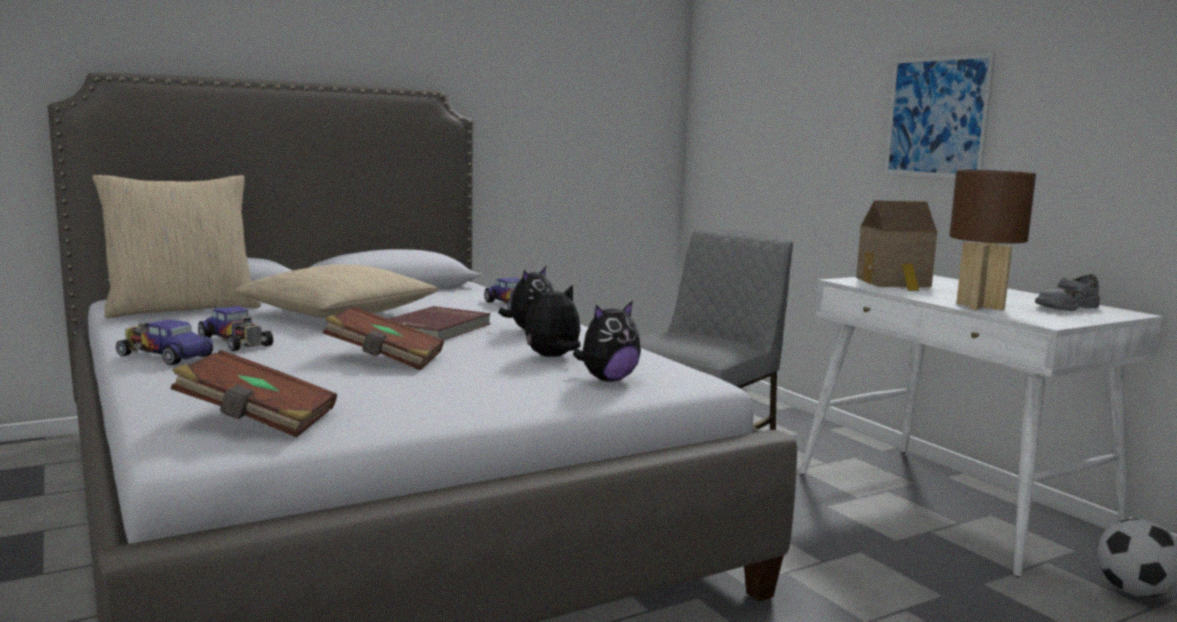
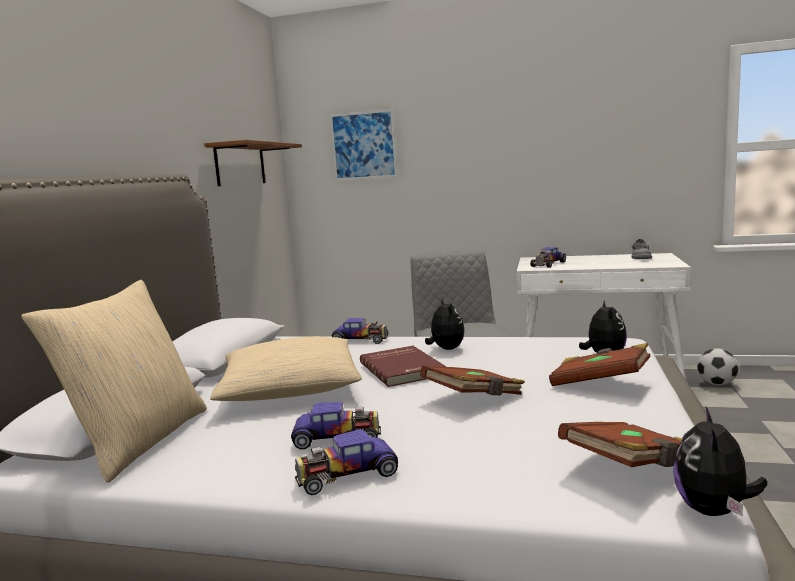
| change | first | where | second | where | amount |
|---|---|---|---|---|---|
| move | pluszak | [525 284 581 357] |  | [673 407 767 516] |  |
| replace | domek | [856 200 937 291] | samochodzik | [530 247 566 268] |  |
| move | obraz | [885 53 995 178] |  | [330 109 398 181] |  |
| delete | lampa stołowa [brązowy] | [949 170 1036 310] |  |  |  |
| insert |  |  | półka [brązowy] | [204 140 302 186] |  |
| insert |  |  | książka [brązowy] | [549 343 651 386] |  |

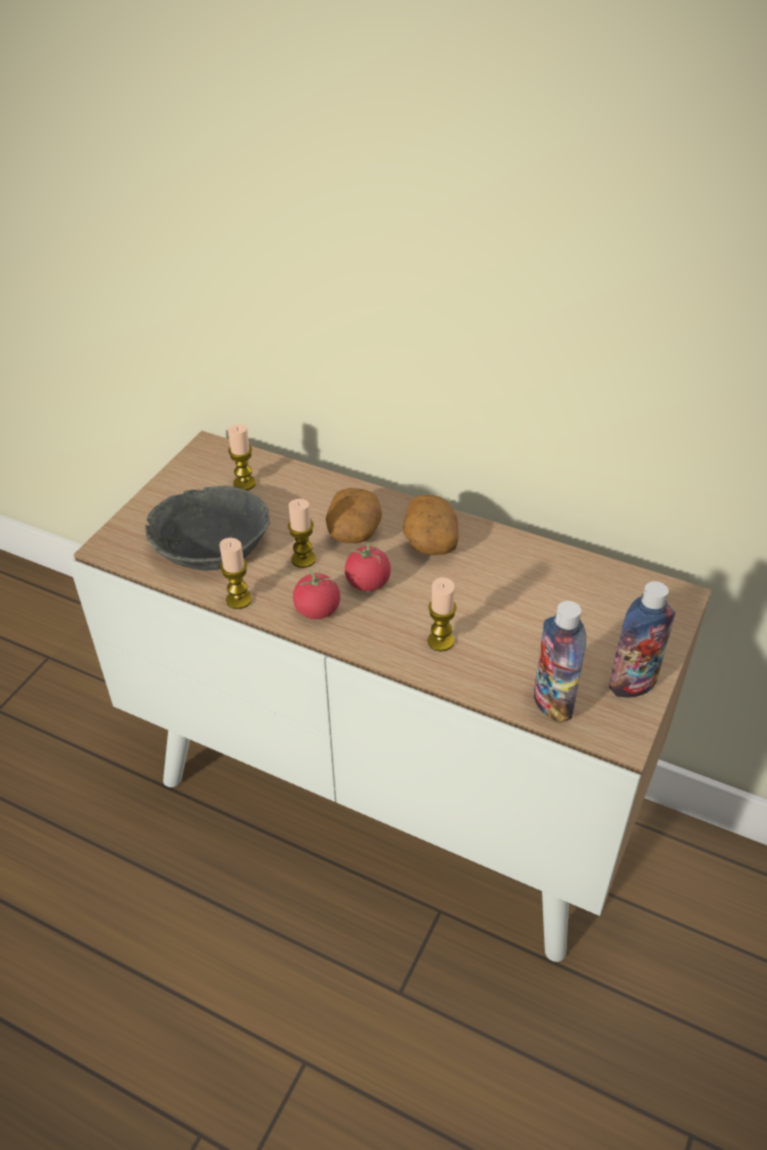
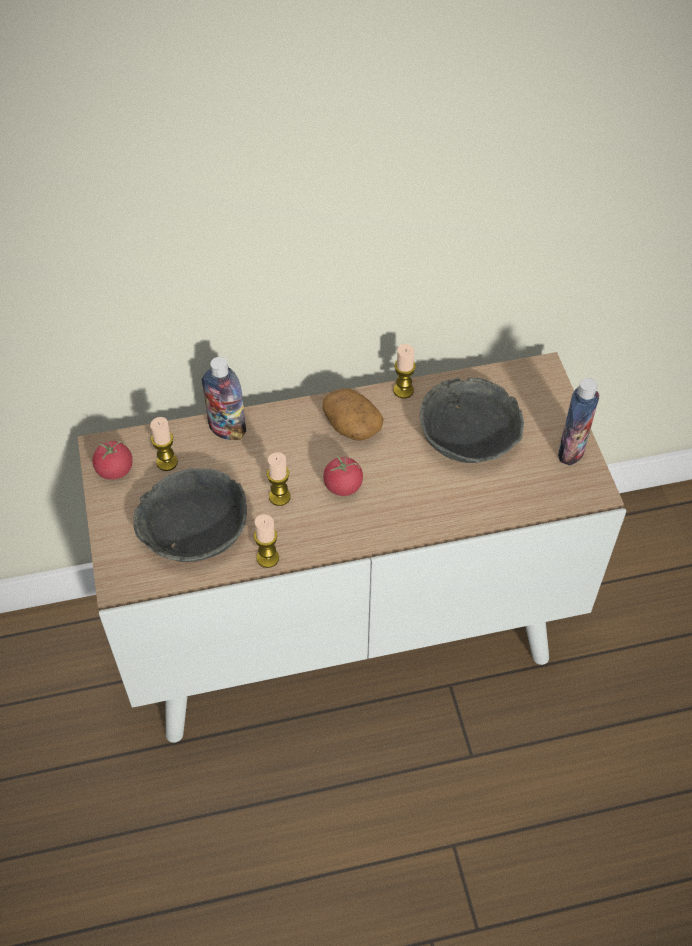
| change | first | where | second | where | amount |
|---|---|---|---|---|---|
| move | pomidor | [293 570 340 619] |  | [93 441 133 480] |  |
| delete | ziemniak | [326 488 382 543] |  |  |  |
| move | świeca | [428 577 457 651] |  | [393 344 416 398] |  |
| move | butelka | [534 601 586 723] |  | [202 357 246 440] |  |
| insert |  |  | miska [szary] | [420 378 524 463] |  |

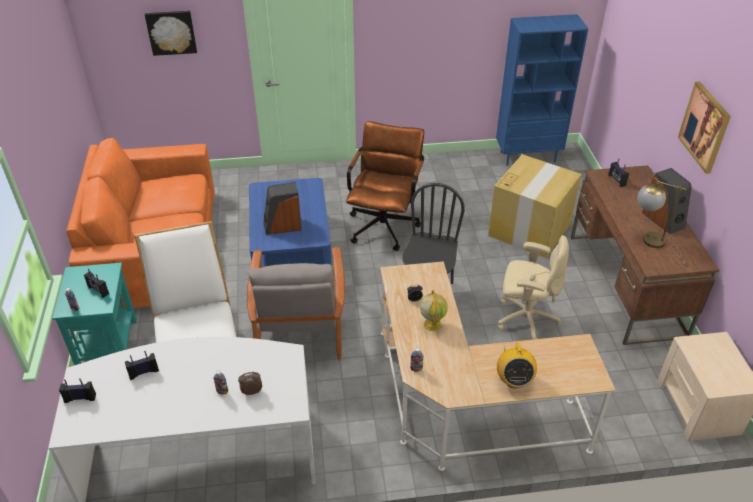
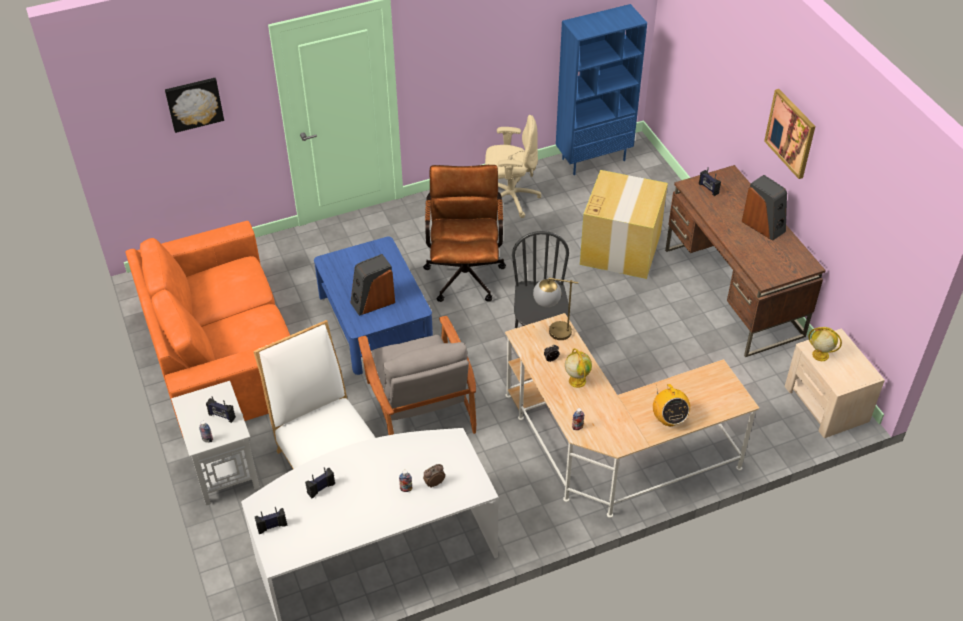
| change | first | where | second | where | amount |
|---|---|---|---|---|---|
| recolor | stolik [turkusowy] | [52 262 137 365] | stolik [biały] | [171 381 260 506] |  |
| move | krzesło biurowe [beżowy] | [497 235 569 340] |  | [485 115 541 218] |  |
| move | lampa stołowa | [637 181 687 248] |  | [533 278 578 340] |  |
| insert |  |  | globus | [808 327 842 361] |  |

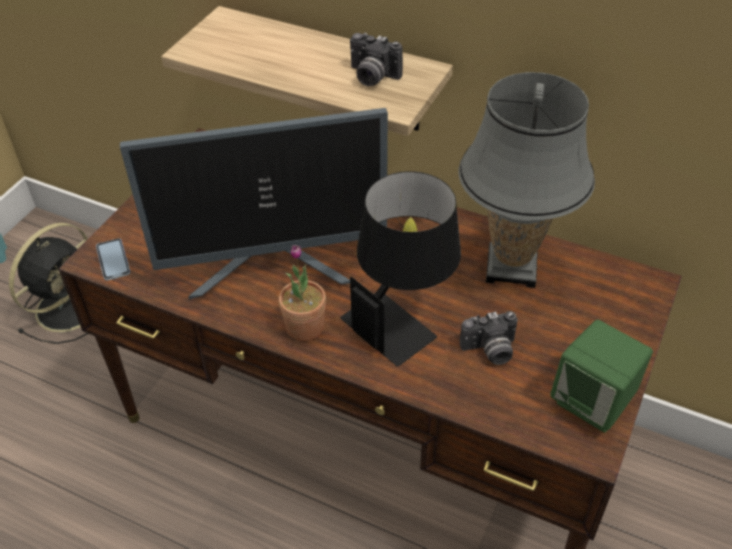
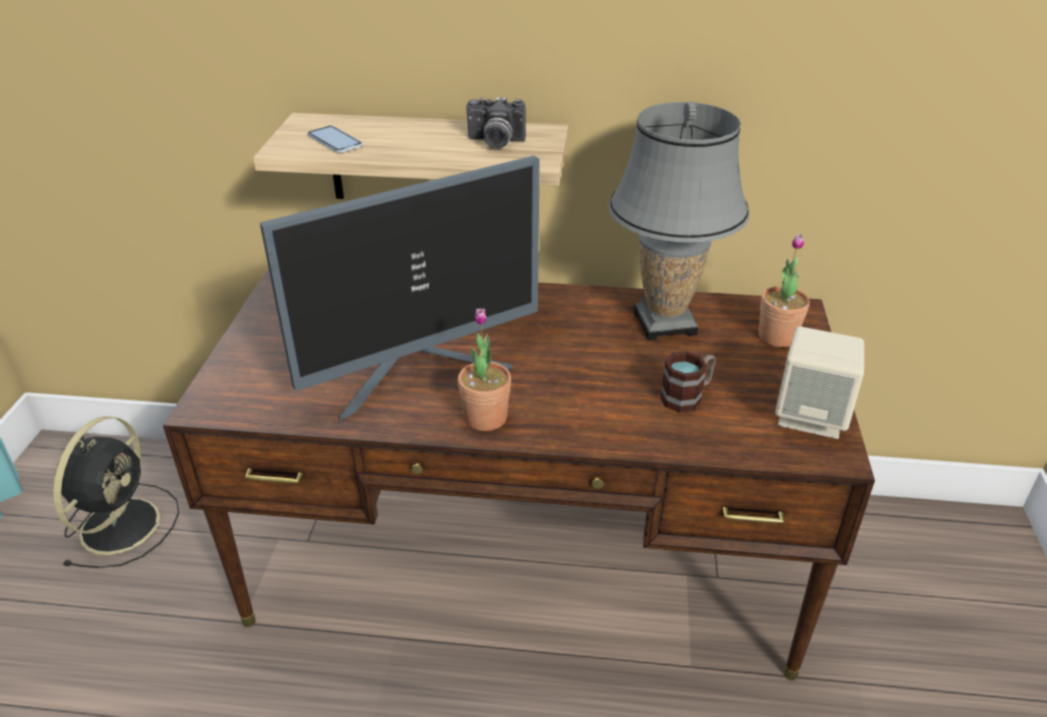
| change | first | where | second | where | amount |
|---|---|---|---|---|---|
| move | telefon | [96 238 130 281] |  | [307 126 362 153] |  |
| delete | lampa stołowa [czarny] | [340 171 461 367] |  |  |  |
| replace | aparat fotograficzny | [460 311 518 365] | kubek | [660 351 715 412] |  |
| recolor | głośnik [zielony] | [550 320 653 433] | głośnik [beżowy] | [775 326 864 439] |  |
| insert |  |  | roślina doniczkowa | [758 234 810 347] |  |

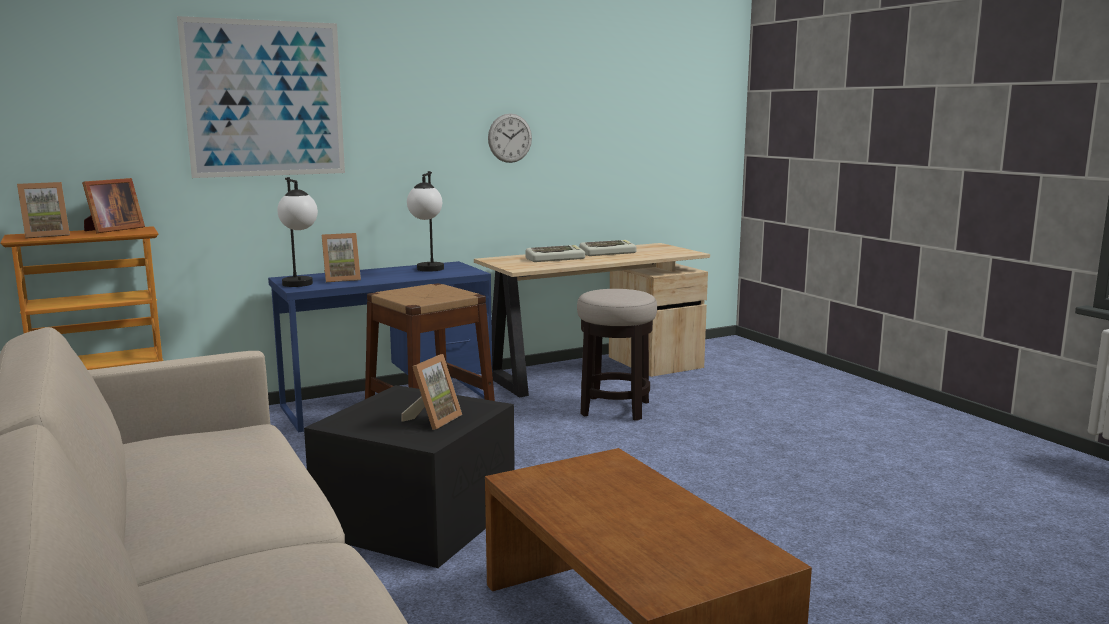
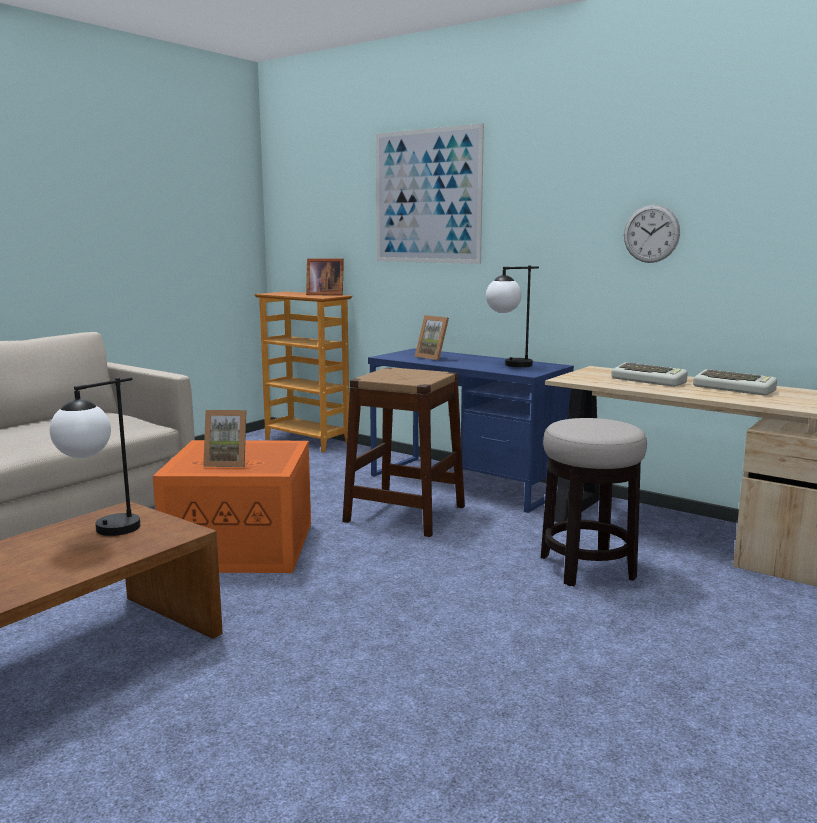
| change | first | where | second | where | amount |
|---|---|---|---|---|---|
| delete | ramka na zdjęcie | [17 182 70 239] |  |  |  |
| move | lampa stołowa | [277 177 318 287] |  | [50 377 141 536] |  |
| recolor | pojemnik do przechowywania [czarny] | [304 385 515 568] | pojemnik do przechowywania [pomarańczowy] | [153 440 311 573] |  |

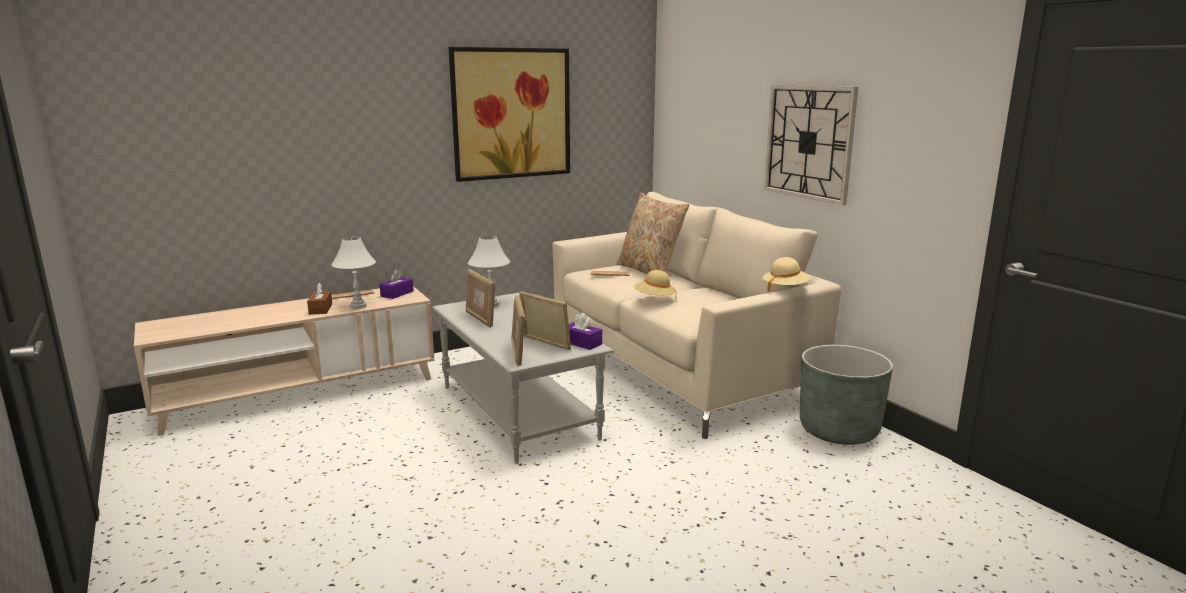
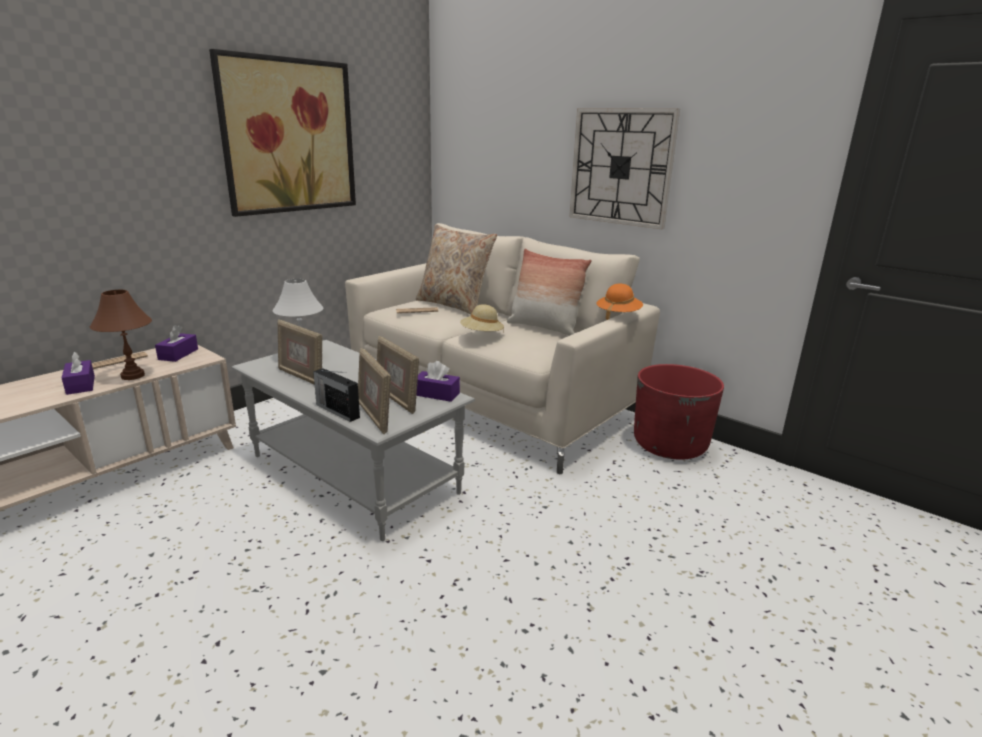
| change | first | where | second | where | amount |
|---|---|---|---|---|---|
| recolor | pudełko chusteczek [brązowy] | [307 282 332 315] | pudełko chusteczek [fioletowy] | [62 352 95 395] |  |
| recolor | lampa stołowa [biały] | [332 237 376 309] | lampa stołowa [brązowy] | [90 290 152 380] |  |
| rotate | ramka na zdjęcie | [519 291 571 350] |  | [377 336 419 414] | 150 degrees counterclockwise |
| recolor | kapelusz [beżowy] | [763 257 811 292] | kapelusz [pomarańczowy] | [596 284 643 320] |  |
| recolor | donica [szary] | [800 345 893 445] | donica [czerwony] | [634 364 724 460] |  |
| insert |  |  | radio | [313 368 360 422] |  |
| insert |  |  | poduszka | [507 248 592 336] |  |

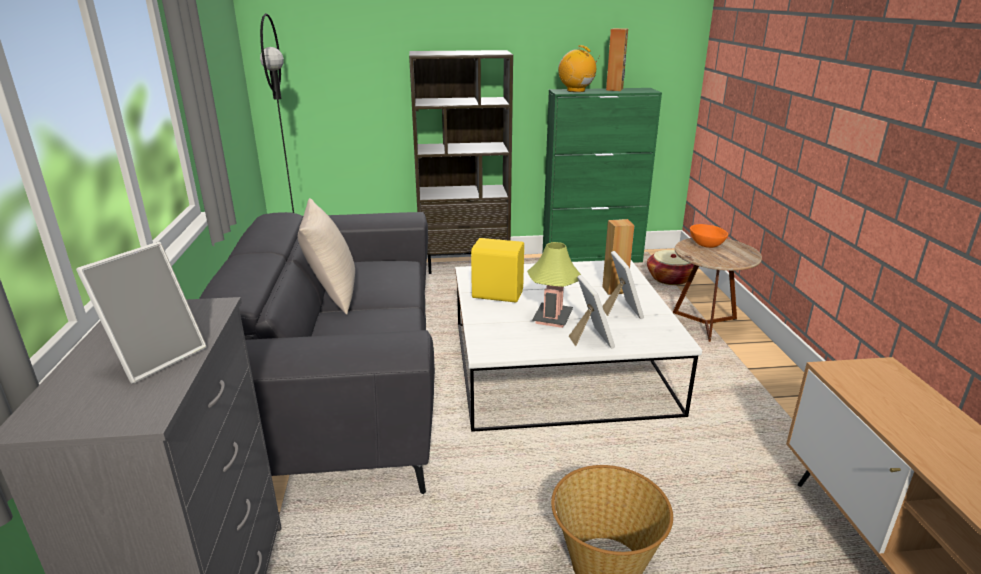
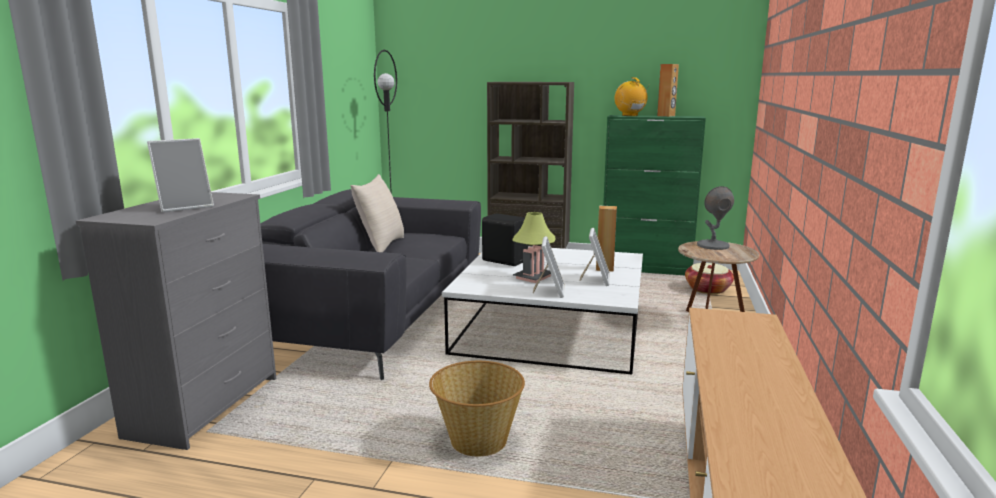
| change | first | where | second | where | amount |
|---|---|---|---|---|---|
| recolor | głośnik [żółty] | [471 238 524 303] | głośnik [czarny] | [482 213 528 266] |  |
| replace | miska [pomarańczowy] | [690 224 729 248] | lampa stołowa [szary] | [697 186 734 250] |  |

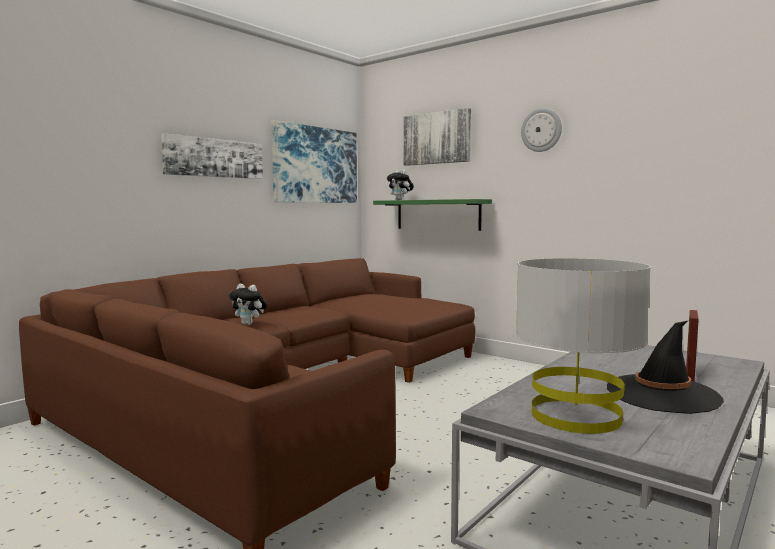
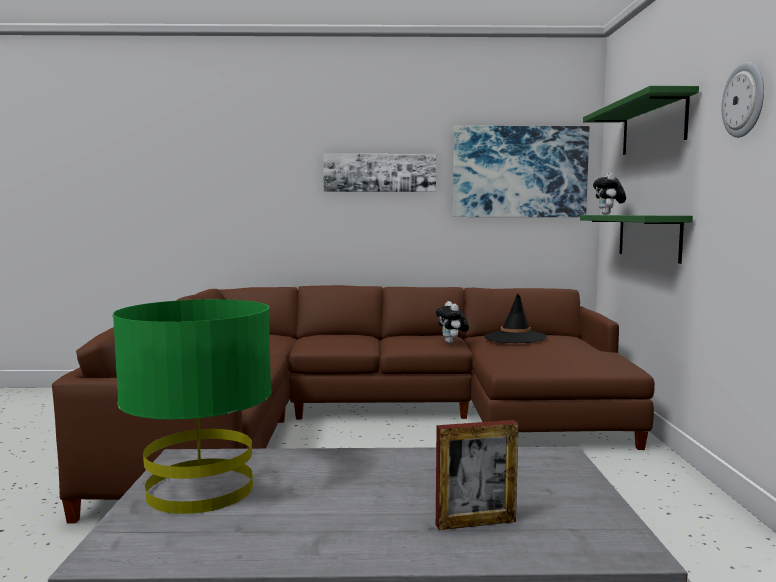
| change | first | where | second | where | amount |
|---|---|---|---|---|---|
| move | pluszak | [229 284 267 325] |  | [436 301 469 344] |  |
| replace | obraz | [404 108 471 166] | półka [zielony] | [583 86 699 155] |  |
| recolor | lampa stołowa [szary] | [516 258 651 434] | lampa stołowa [zielony] | [113 299 271 514] |  |
| move | kapelusz [czarny] | [607 321 724 414] |  | [484 294 547 343] |  |

